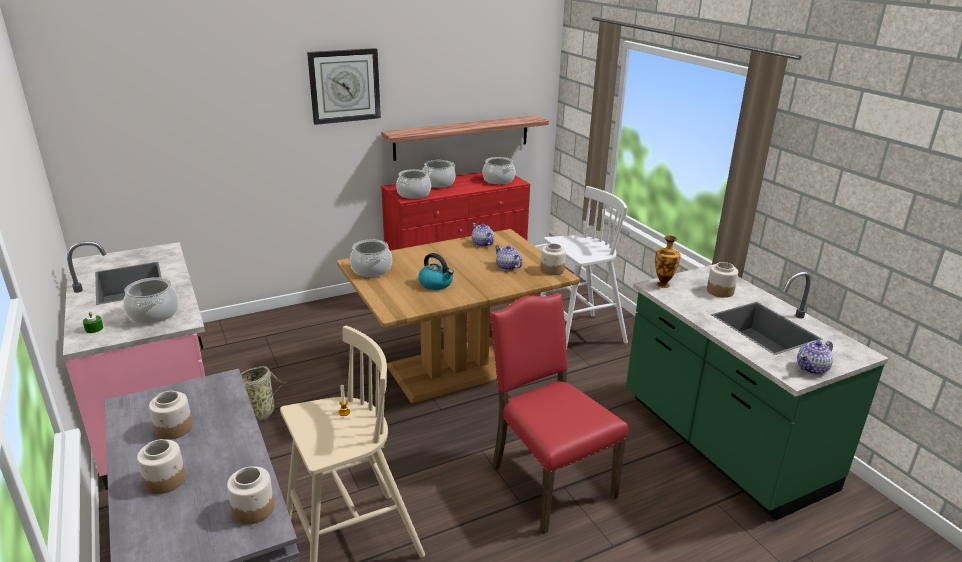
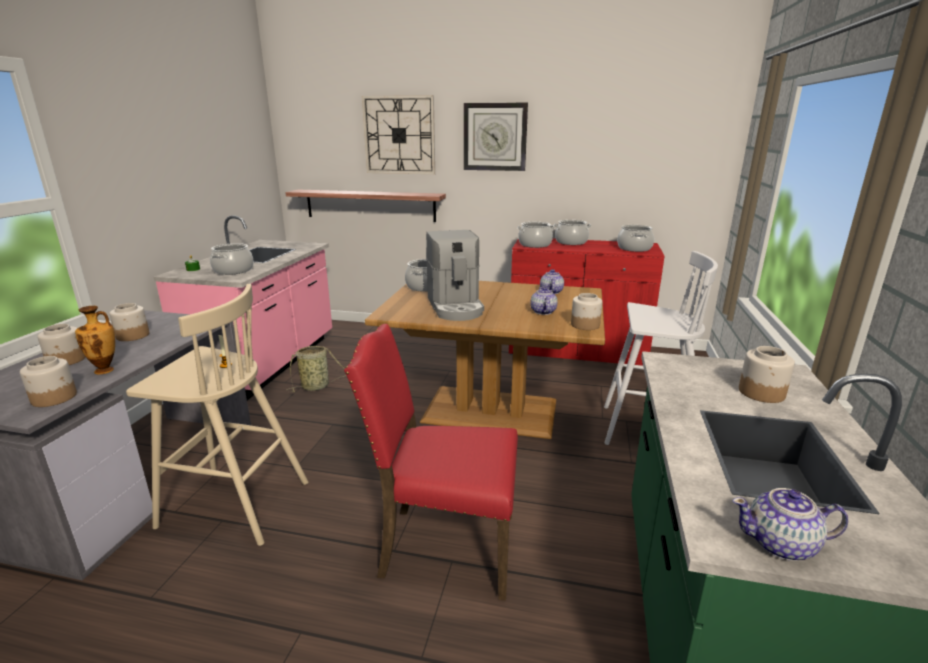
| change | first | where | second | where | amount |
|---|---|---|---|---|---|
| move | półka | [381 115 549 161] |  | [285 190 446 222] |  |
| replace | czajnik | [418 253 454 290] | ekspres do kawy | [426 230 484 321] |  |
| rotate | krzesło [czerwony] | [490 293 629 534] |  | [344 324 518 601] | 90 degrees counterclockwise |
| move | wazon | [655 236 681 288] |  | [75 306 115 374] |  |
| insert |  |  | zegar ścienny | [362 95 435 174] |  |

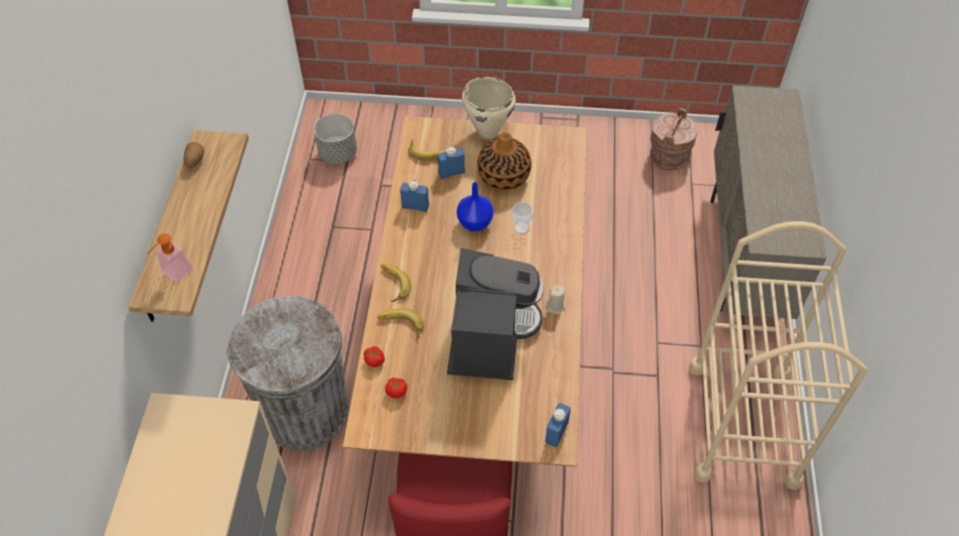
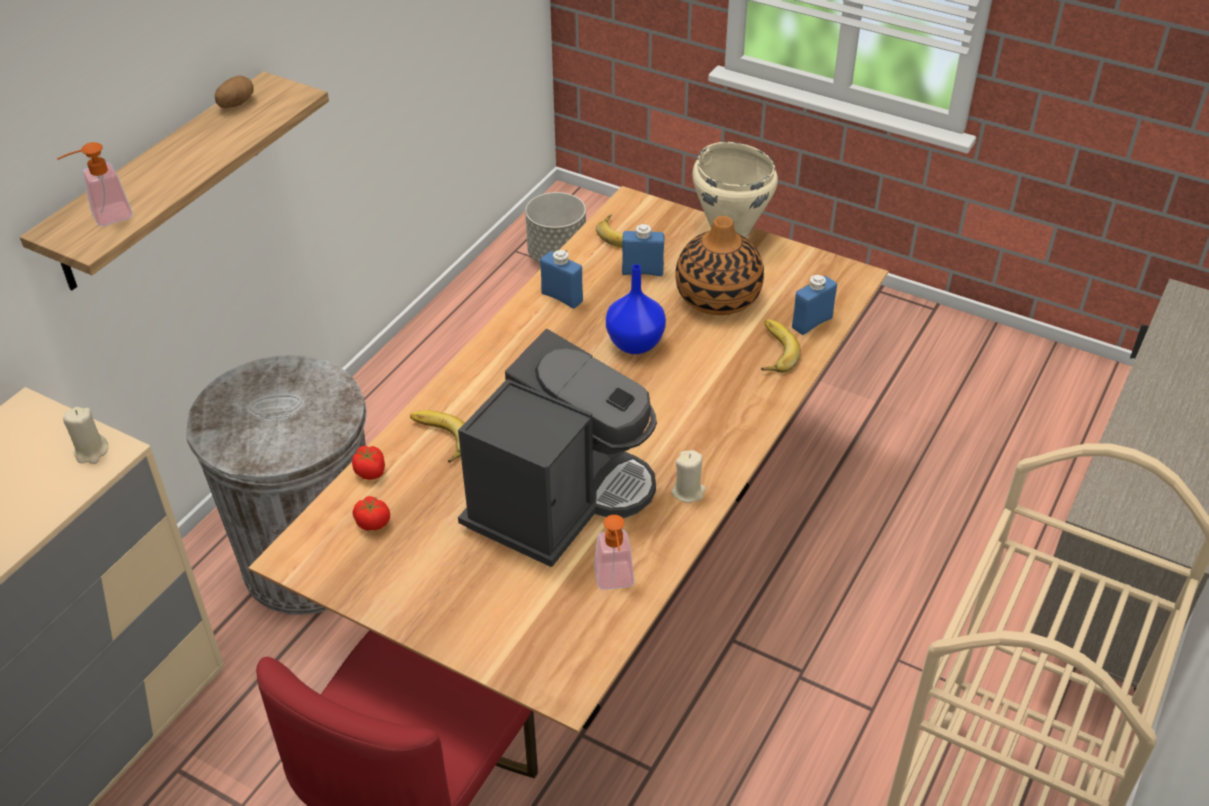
| change | first | where | second | where | amount |
|---|---|---|---|---|---|
| move | banan | [381 264 411 302] |  | [761 319 801 373] |  |
| delete | filiżanka | [512 202 533 234] |  |  |  |
| move | butelka [niebieski] | [545 403 571 447] |  | [792 275 837 335] |  |
| delete | wiadro [brązowy] | [650 108 698 170] |  |  |  |
| insert |  |  | świeca [beżowy] | [63 407 108 464] |  |
| insert |  |  | dozownik mydła | [594 515 634 590] |  |

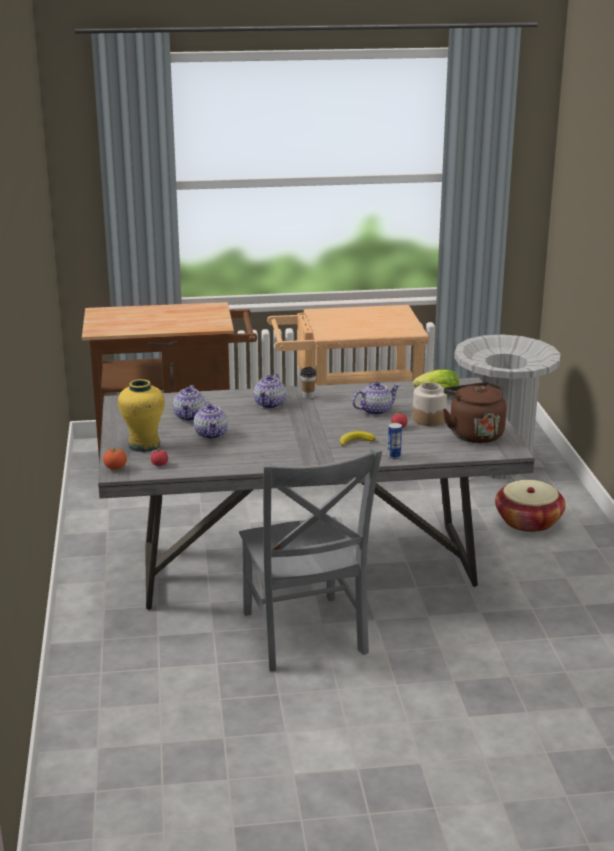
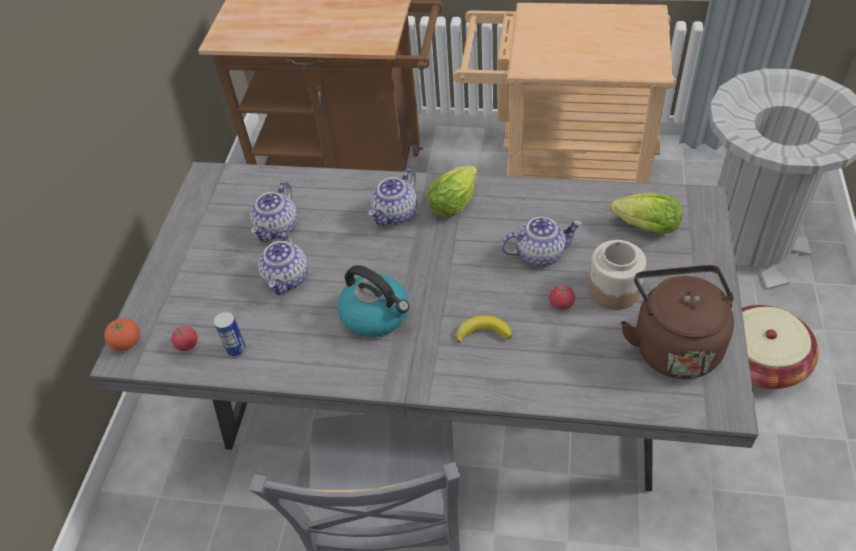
| change | first | where | second | where | amount |
|---|---|---|---|---|---|
| delete | wazon [żółty] | [118 379 165 452] |  |  |  |
| replace | filiżanka | [300 367 317 399] | sałata | [427 165 478 217] |  |
| move | puszka | [388 423 402 459] |  | [214 312 246 358] |  |
| insert |  |  | czajnik | [338 265 410 337] |  |

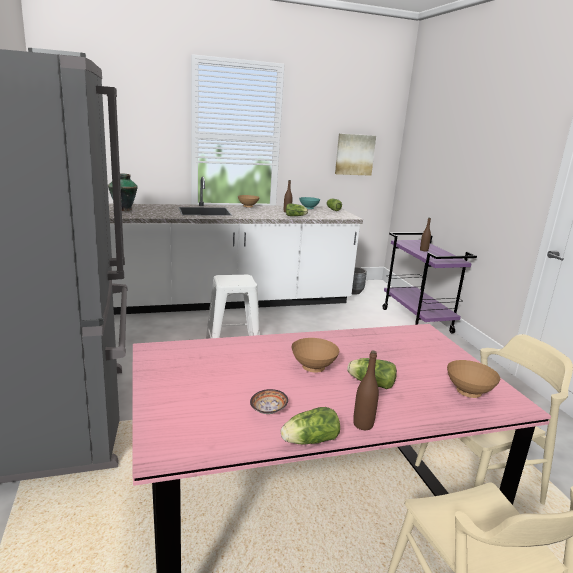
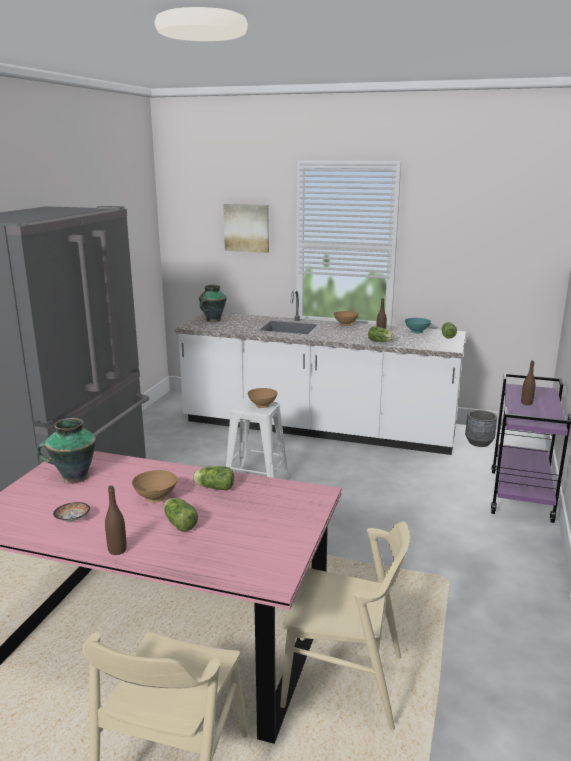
| change | first | where | second | where | amount |
|---|---|---|---|---|---|
| move | sałata | [281 407 340 444] |  | [192 466 234 491] |  |
| move | obraz | [335 134 376 176] |  | [223 204 269 253] |  |
| move | miska [brązowy] | [447 360 500 398] |  | [248 388 278 408] |  |
| insert |  |  | wazon | [36 418 96 484] |  |

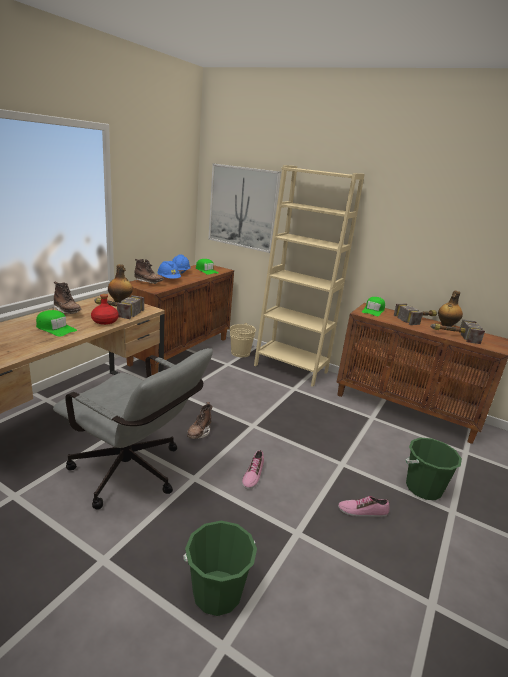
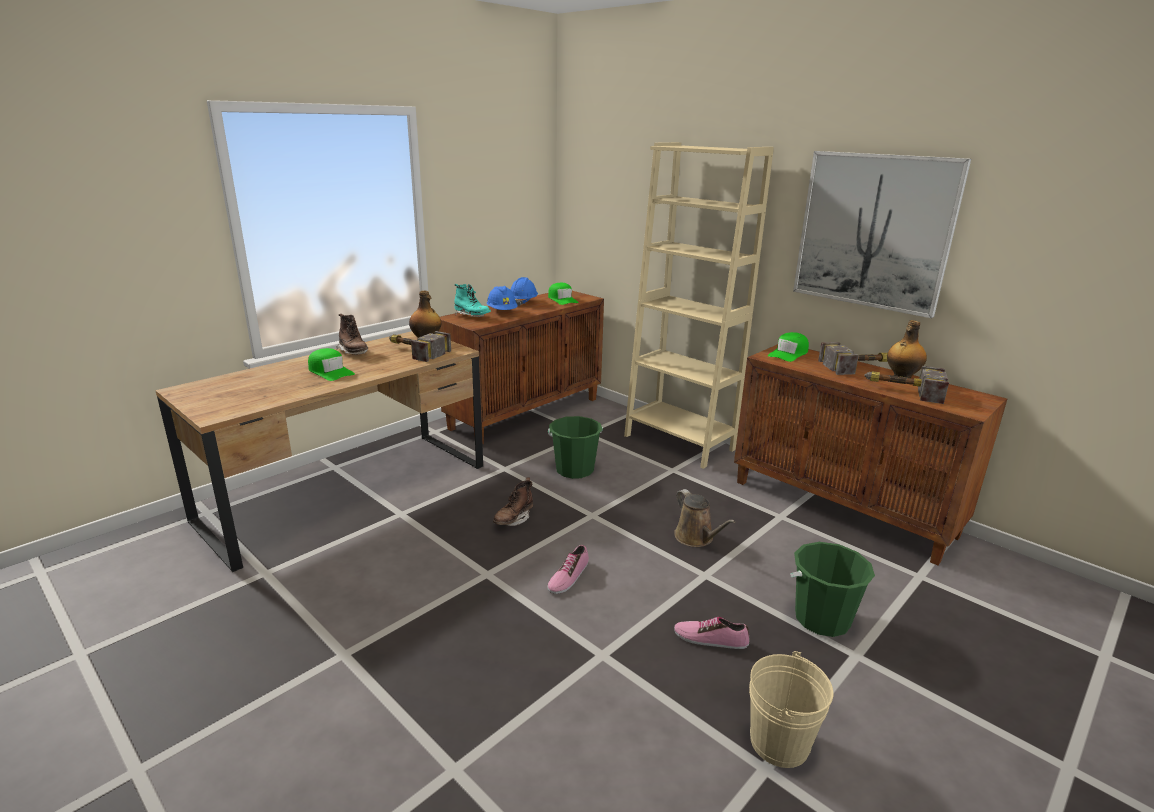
| change | first | where | second | where | amount |
|---|---|---|---|---|---|
| delete | krzesło biurowe [szary] | [53 348 213 510] |  |  |  |
| delete | butelka [czerwony] | [91 294 119 325] |  |  |  |
| recolor | but z cholewką [brązowy] | [134 259 164 284] | but z cholewką [turkusowy] | [454 284 491 317] |  |
| move | wiadro [zielony] | [183 521 257 616] |  | [548 416 603 479] |  |
| move | obraz | [208 164 281 253] |  | [793 151 971 318] |  |
| move | wiadro [beżowy] | [230 323 256 357] |  | [749 651 833 768] |  |
| insert |  |  | konewka [brązowy] | [674 489 736 547] |  |

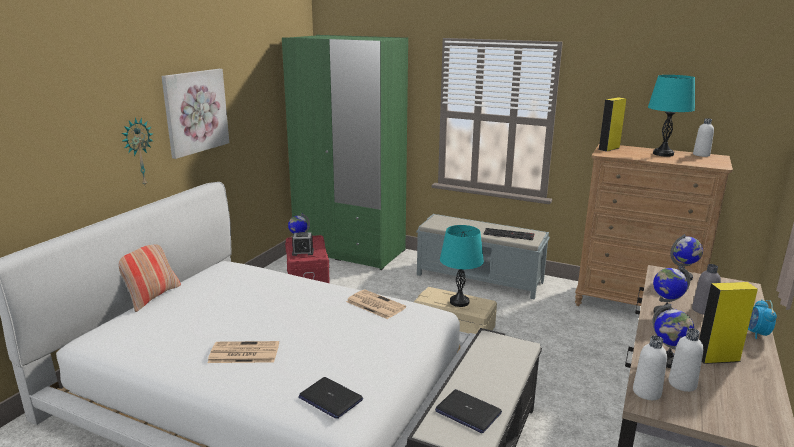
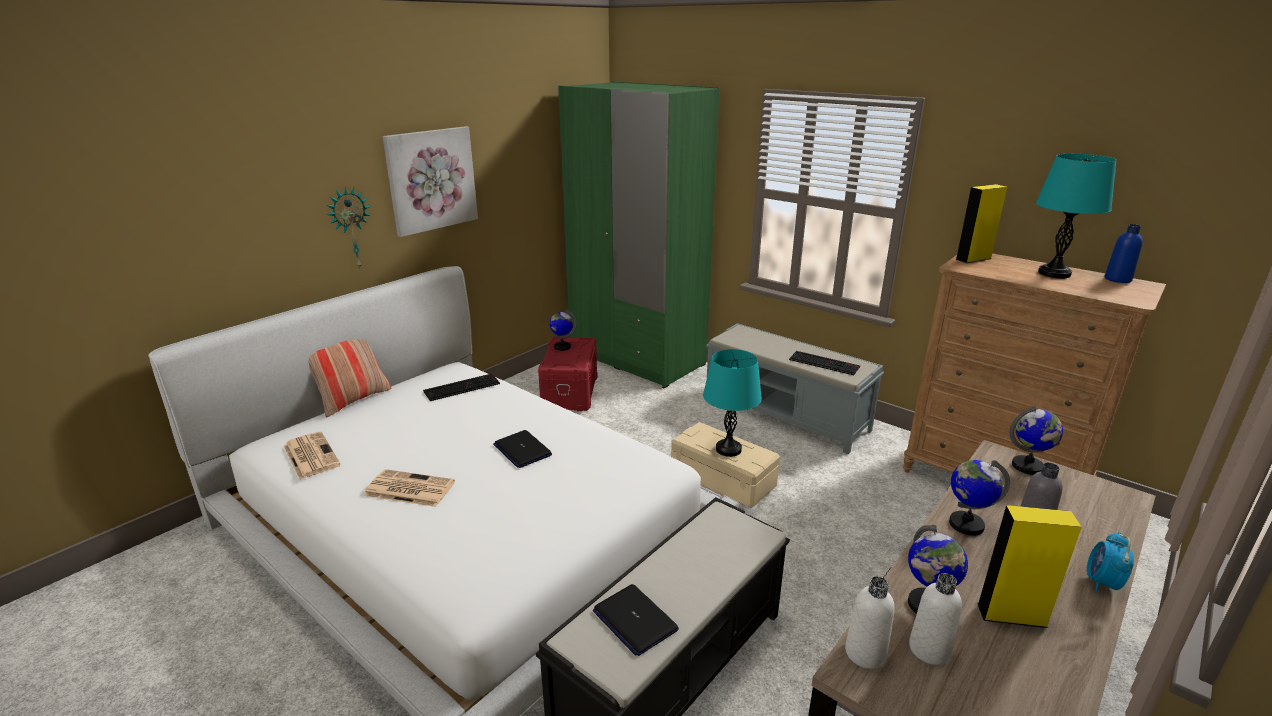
| change | first | where | second | where | amount |
|---|---|---|---|---|---|
| delete | budzik | [292 232 314 256] |  |  |  |
| move | laptop | [298 377 363 419] |  | [493 430 552 468] |  |
| move | gazeta | [346 290 406 319] |  | [284 432 341 479] |  |
| recolor | butelka [biały] | [693 118 714 157] | butelka [niebieski] | [1105 224 1143 283] |  |
| insert |  |  | klawiatura | [423 374 500 401] |  |

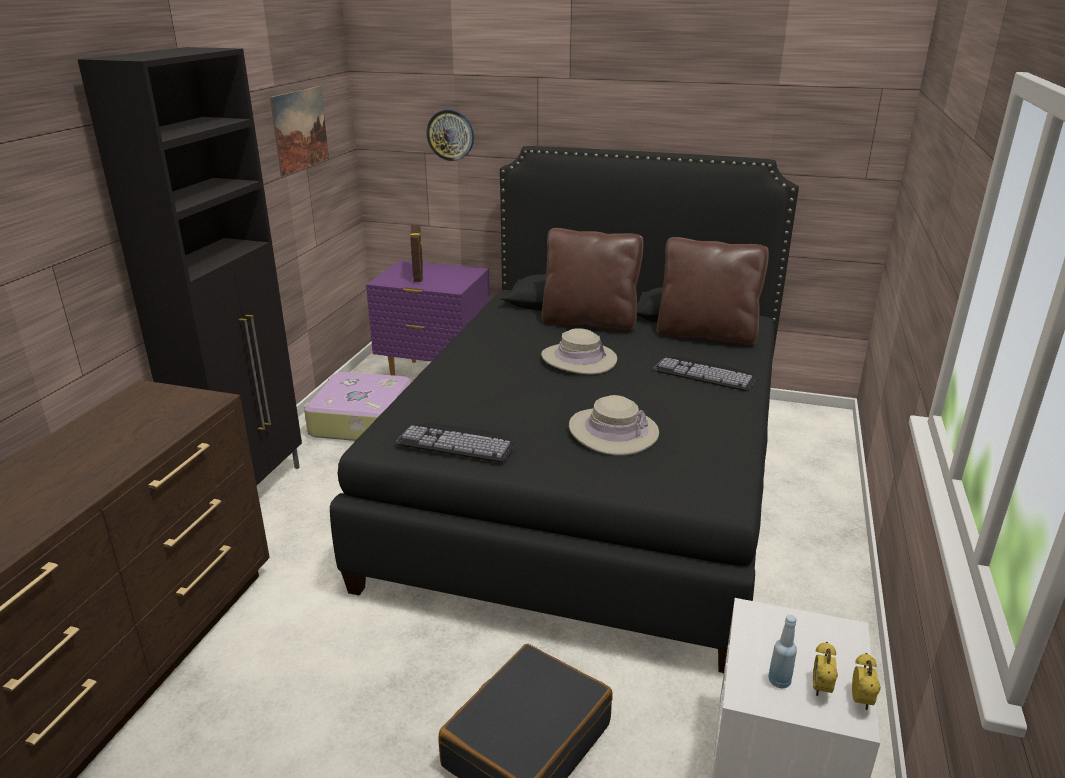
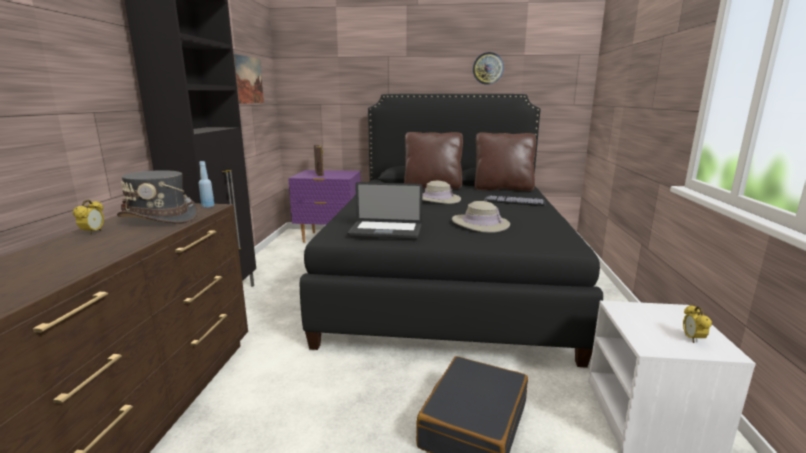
| change | first | where | second | where | amount |
|---|---|---|---|---|---|
| delete | walizka | [304 372 412 441] |  |  |  |
| replace | klawiatura | [396 422 514 462] | laptop | [347 182 423 239] |  |
| move | zegar ścienny | [426 109 474 161] |  | [473 52 504 85] |  |
| move | butelka [niebieski] | [768 615 797 689] |  | [199 161 214 208] |  |
| move | budzik | [852 653 881 710] |  | [73 199 104 235] |  |
| insert |  |  | kapelusz [szary] | [117 170 198 224] |  |

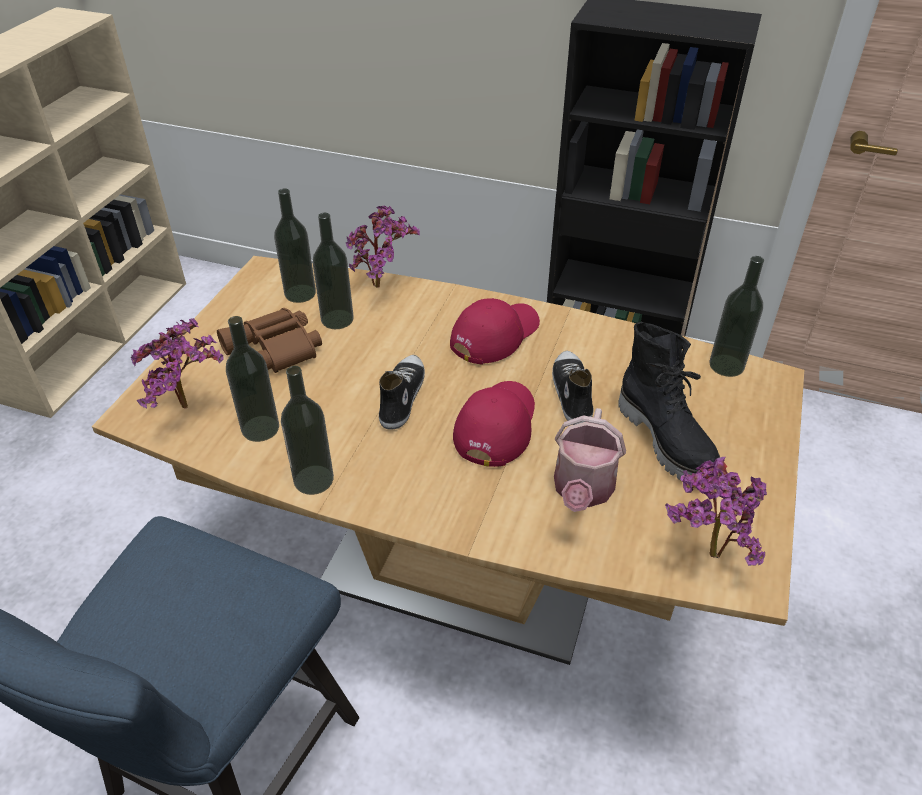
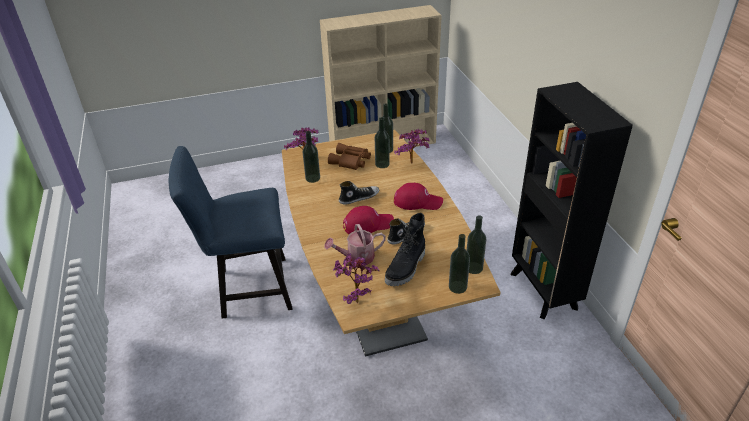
| change | first | where | second | where | amount |
|---|---|---|---|---|---|
| move | butelka | [281 366 334 495] |  | [449 234 470 294] |  |

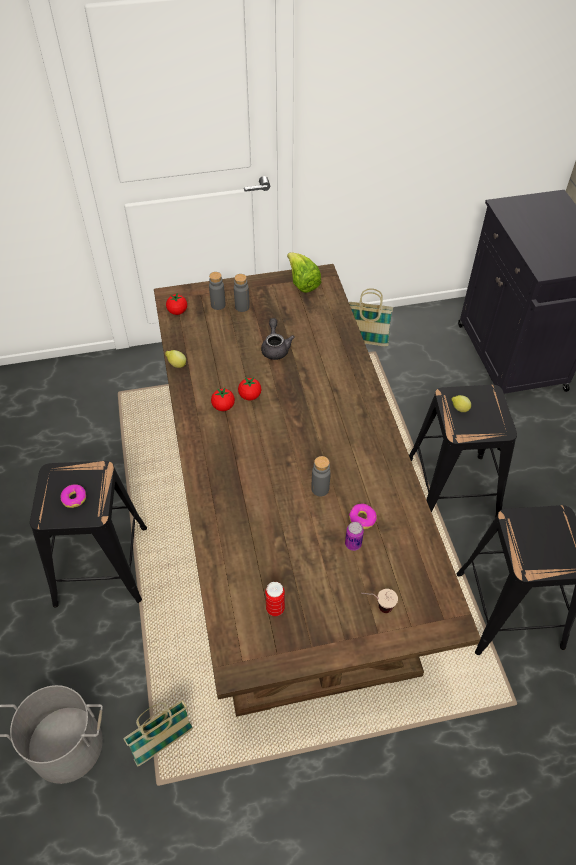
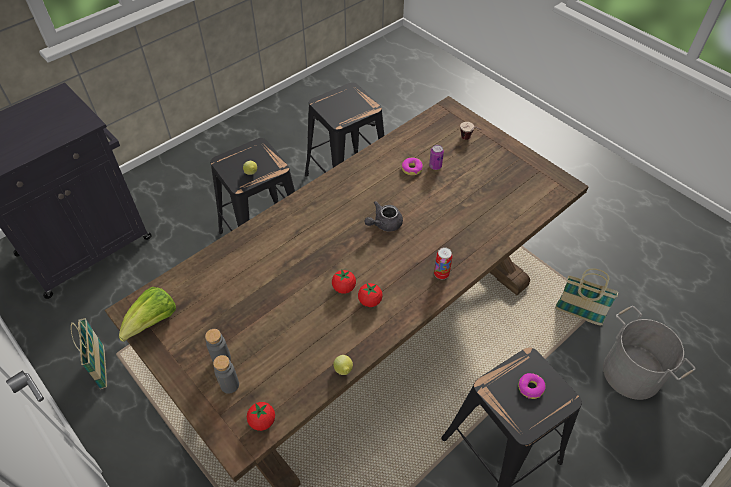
| change | first | where | second | where | amount |
|---|---|---|---|---|---|
| move | imbryk [szary] | [261 318 295 360] |  | [365 201 403 232] |  |
| move | puszka | [265 582 285 616] |  | [434 247 453 279] |  |
| delete | butelka [szary] | [311 456 331 496] |  |  |  |

